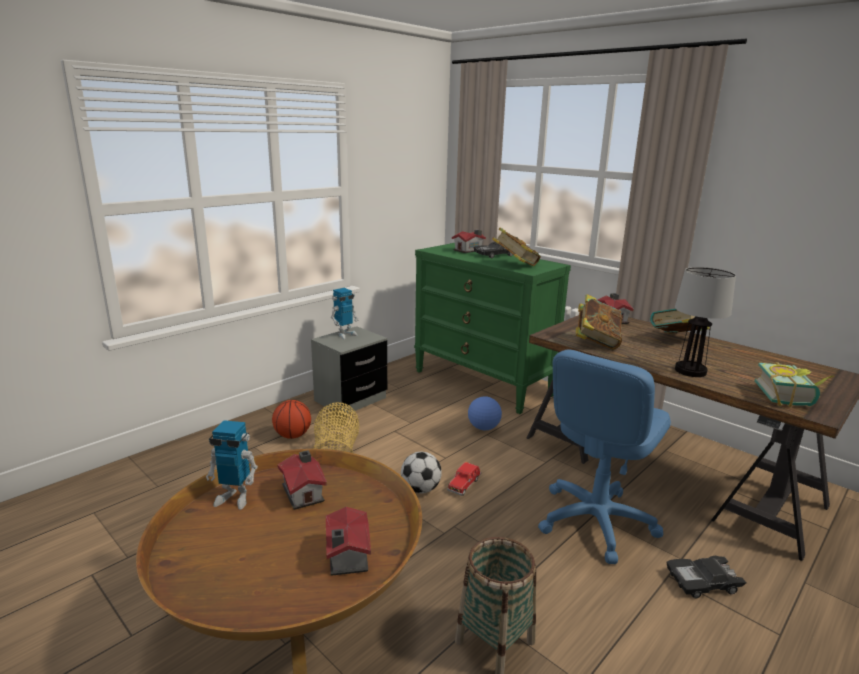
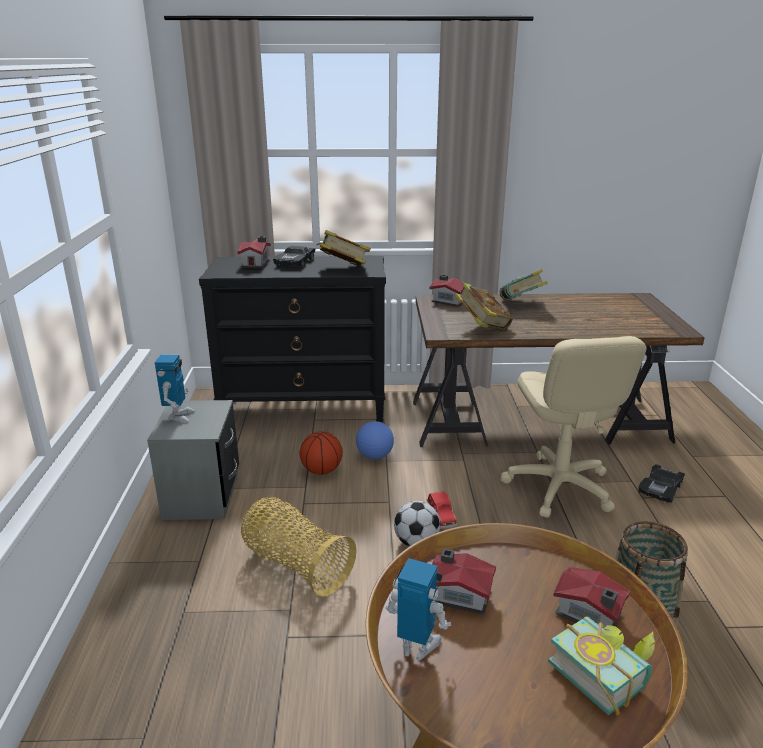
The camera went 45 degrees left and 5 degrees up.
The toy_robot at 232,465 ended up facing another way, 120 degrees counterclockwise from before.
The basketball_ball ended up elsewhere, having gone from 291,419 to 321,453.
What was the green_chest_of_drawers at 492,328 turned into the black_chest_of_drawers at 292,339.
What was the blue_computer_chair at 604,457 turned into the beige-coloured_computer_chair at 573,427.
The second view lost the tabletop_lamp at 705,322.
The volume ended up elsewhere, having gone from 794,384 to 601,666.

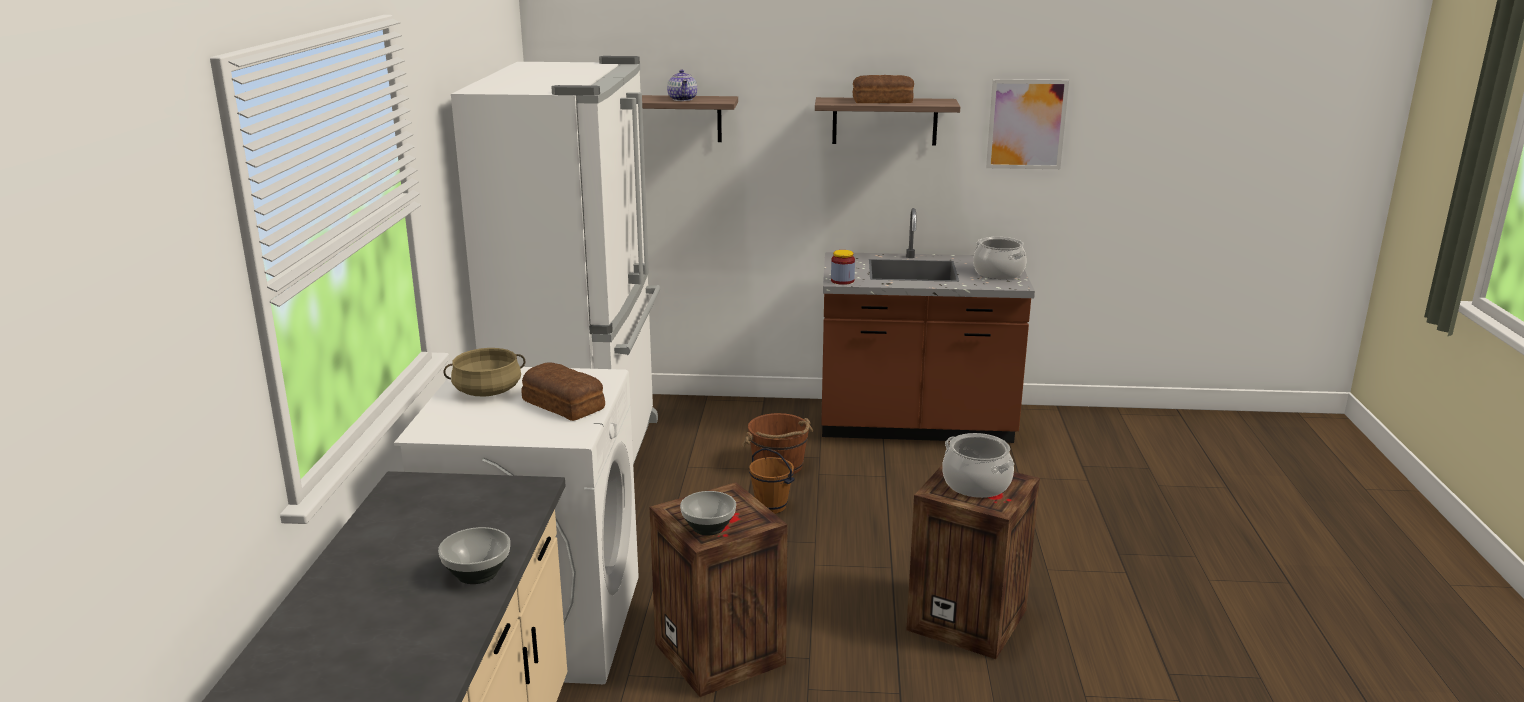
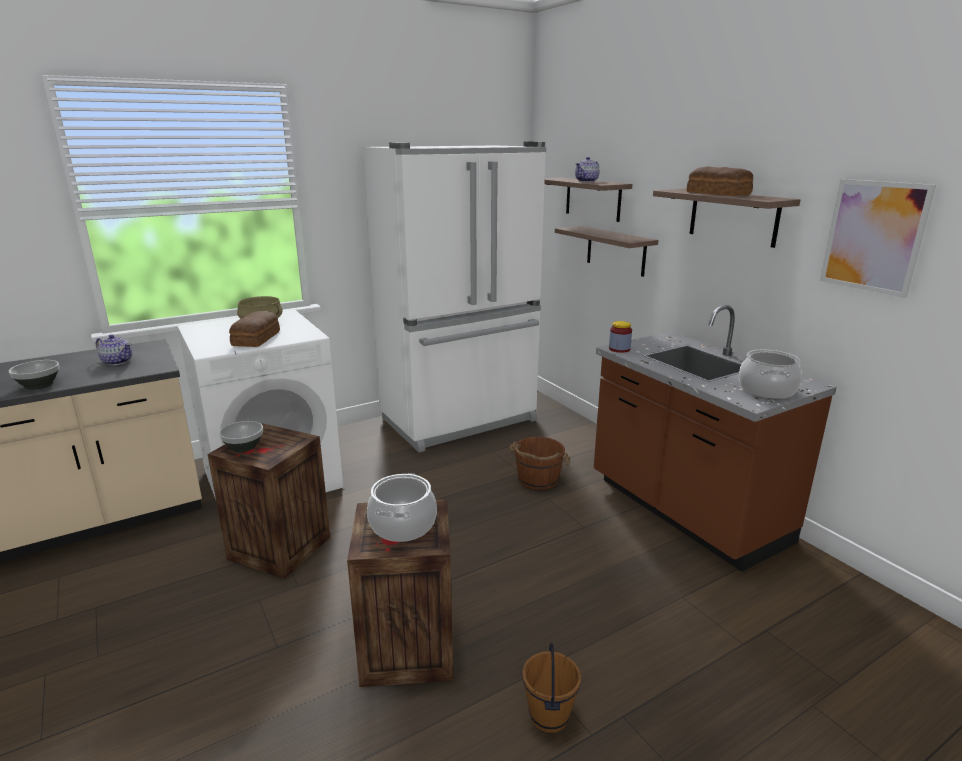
The camera went 55 degrees right and 0 degrees up.
The brown_bucket ended up elsewhere, having gone from 772,481 to 551,688.
The second view gained the tea_pot at 114,349.
The second view gained the wall_shelf at 606,251.

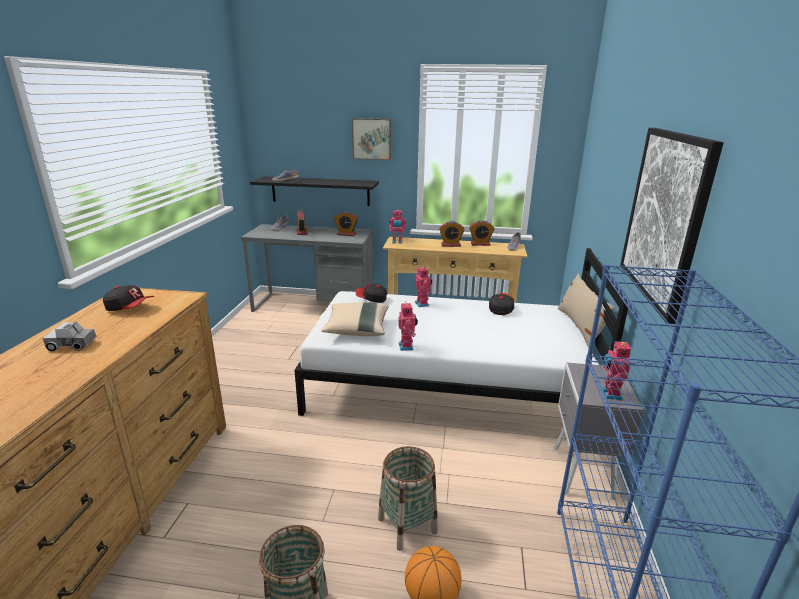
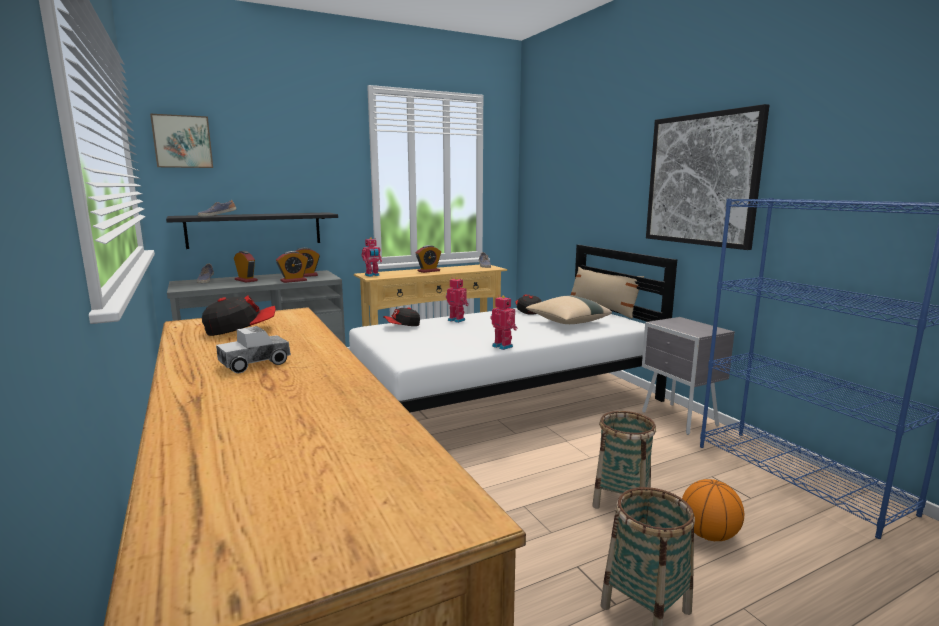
The camera went 35 degrees left and 10 degrees down.
The beige-coloured_throw_pillow ended up elsewhere, having gone from 355,319 to 569,310.
The wall_picture ended up elsewhere, having gone from 371,139 to 181,141.
The alarm_clock ended up elsewhere, having gone from 481,233 to 292,267.
The second view lost the toy_robot at 616,369.

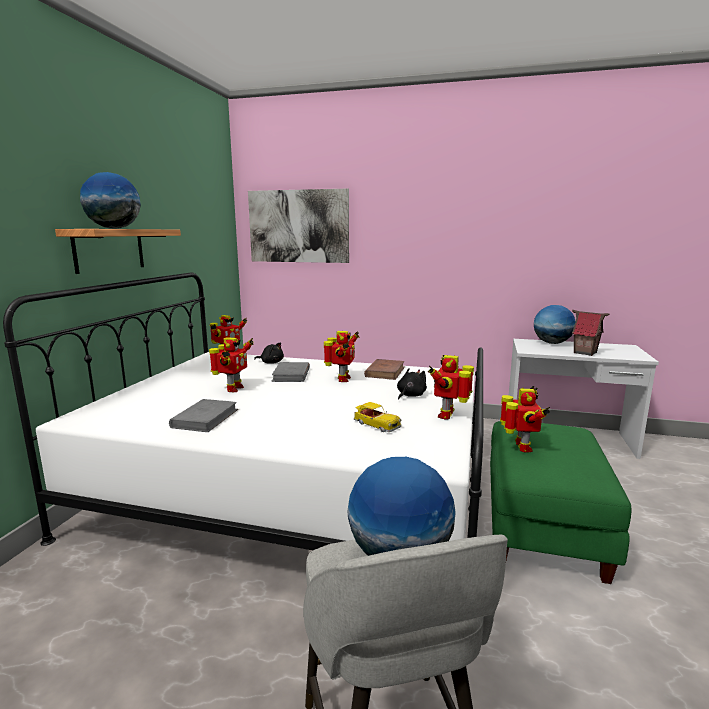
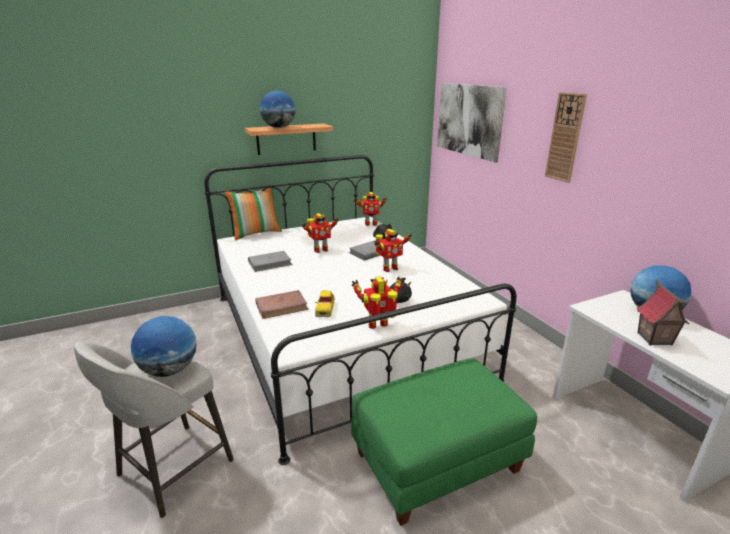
The camera went 50 degrees right and 10 degrees up.
The brown_volume ended up elsewhere, having gone from 384,369 to 282,304.
The second view lost the toy_robot at 525,419.
The second view gained the throw_pillow at 253,214.
The second view gained the wall_clock at 566,137.

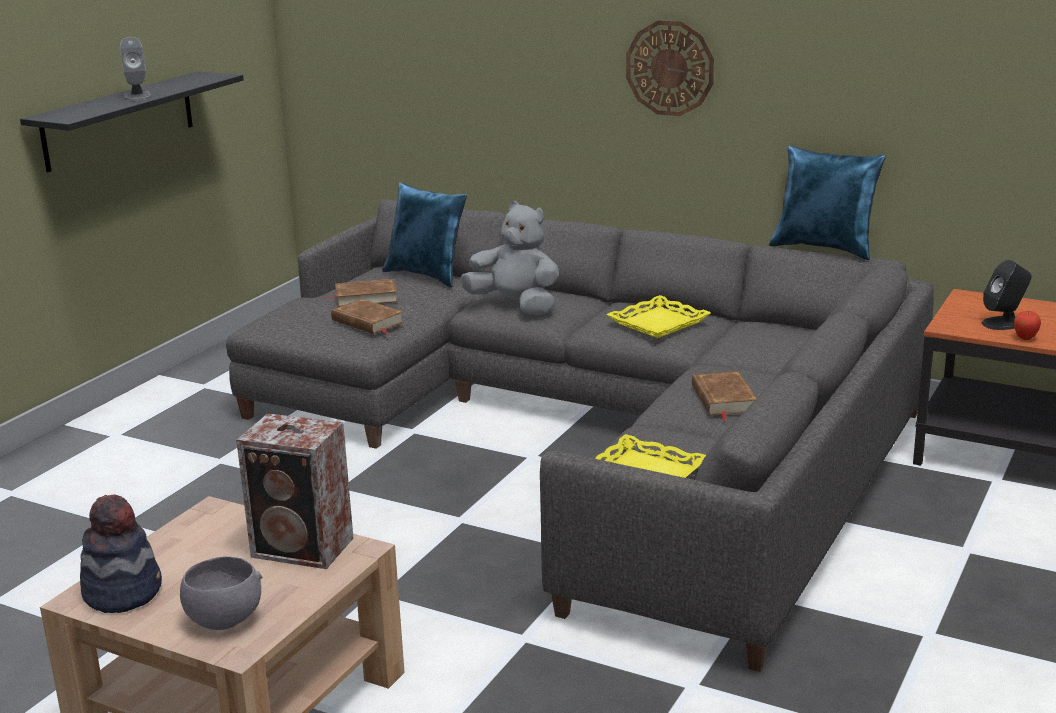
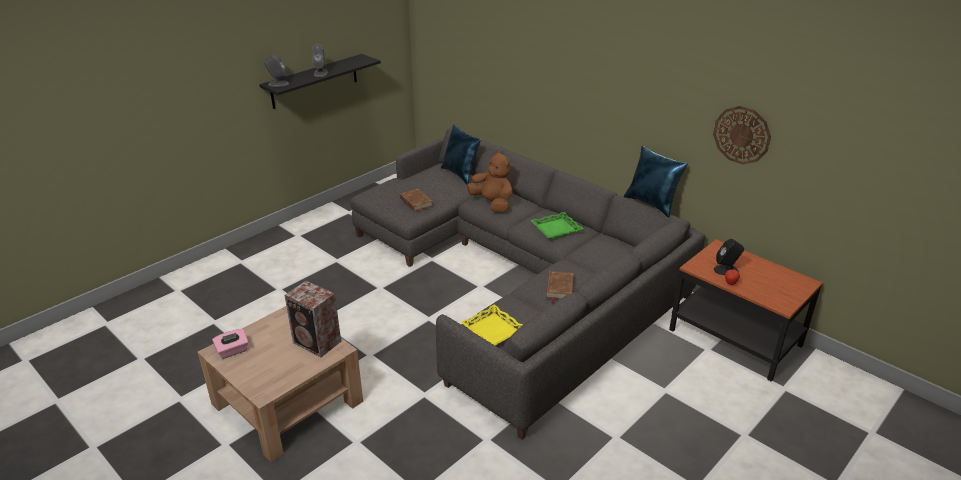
The camera went 15 degrees right and 10 degrees up.
Where the hat stood at 121,554, the pink_tissue_box came to stand at 230,344.
The second view lost the greyish_deep_dish at 221,593.
The second view lost the brown_volume at 362,293.
What was the greyish_soft_toy at 509,258 turned into the brown_soft_toy at 490,182.
What was the yellow_tray at 658,316 turned into the green_tray at 557,226.
The wall_clock ended up elsewhere, having gone from 670,68 to 742,135.
The second view gained the greyish_speaker at 276,70.

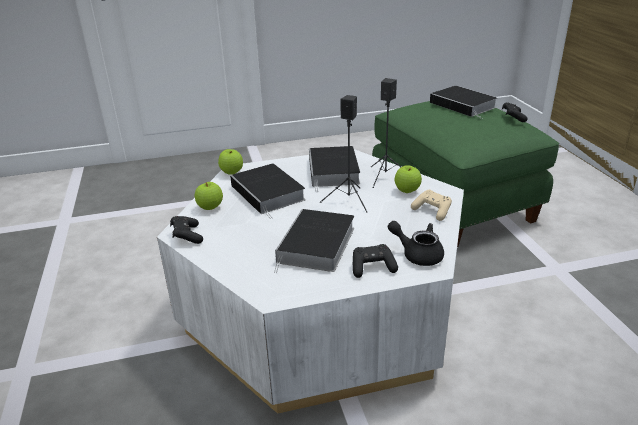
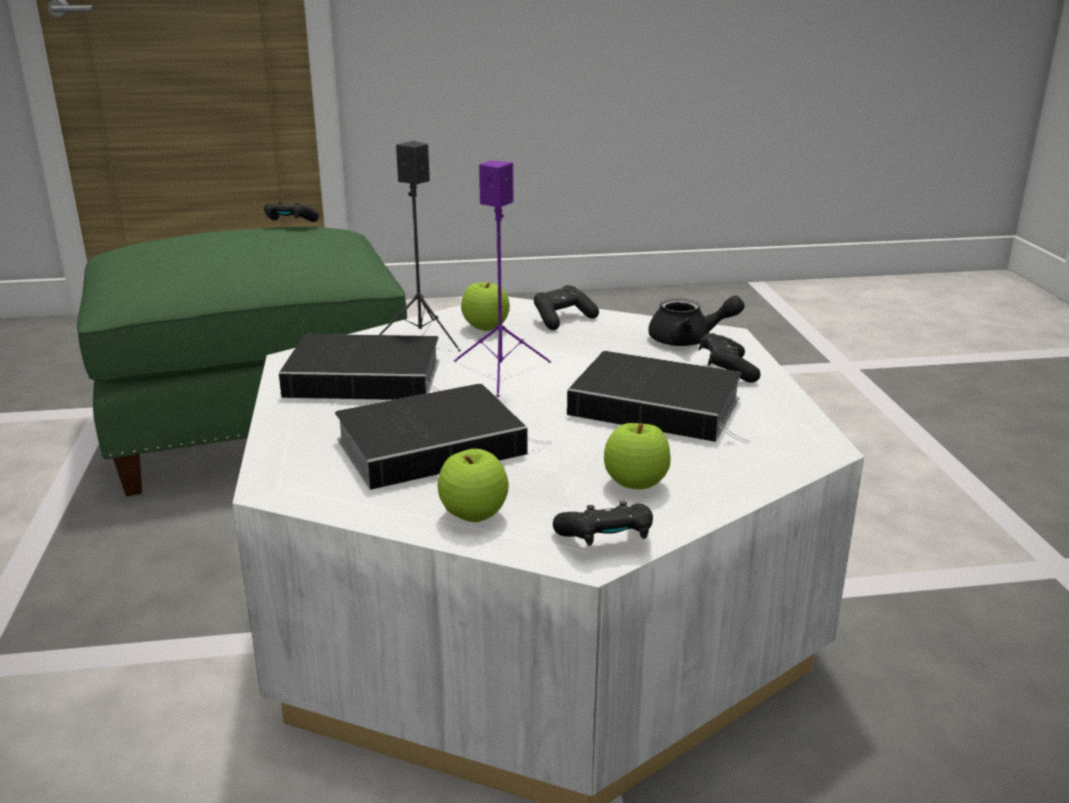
The camera went 85 degrees left and 5 degrees down.
The apple ended up elsewhere, having gone from 230,162 to 637,456.
What was the black_speaker at 344,153 turned into the purplish_speaker at 502,278.
The black_tea_pot at 416,243 ended up facing another way, 120 degrees counterclockwise from before.
What was the beige-coloured_game_controller at 431,205 turned into the black_game_controller at 566,307.
The second view lost the volume at 463,102.

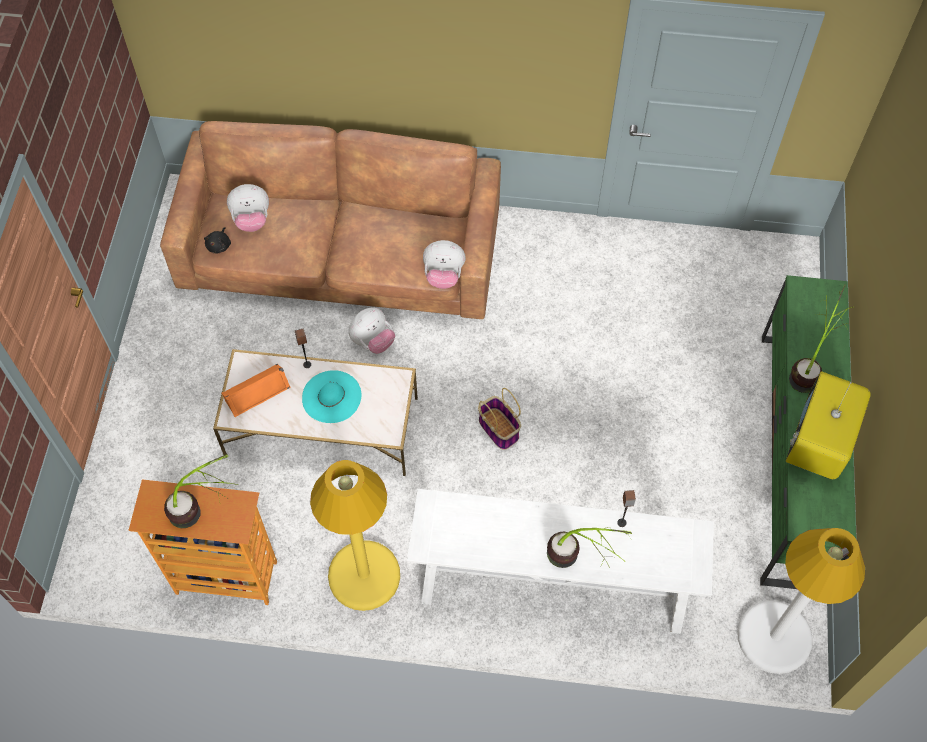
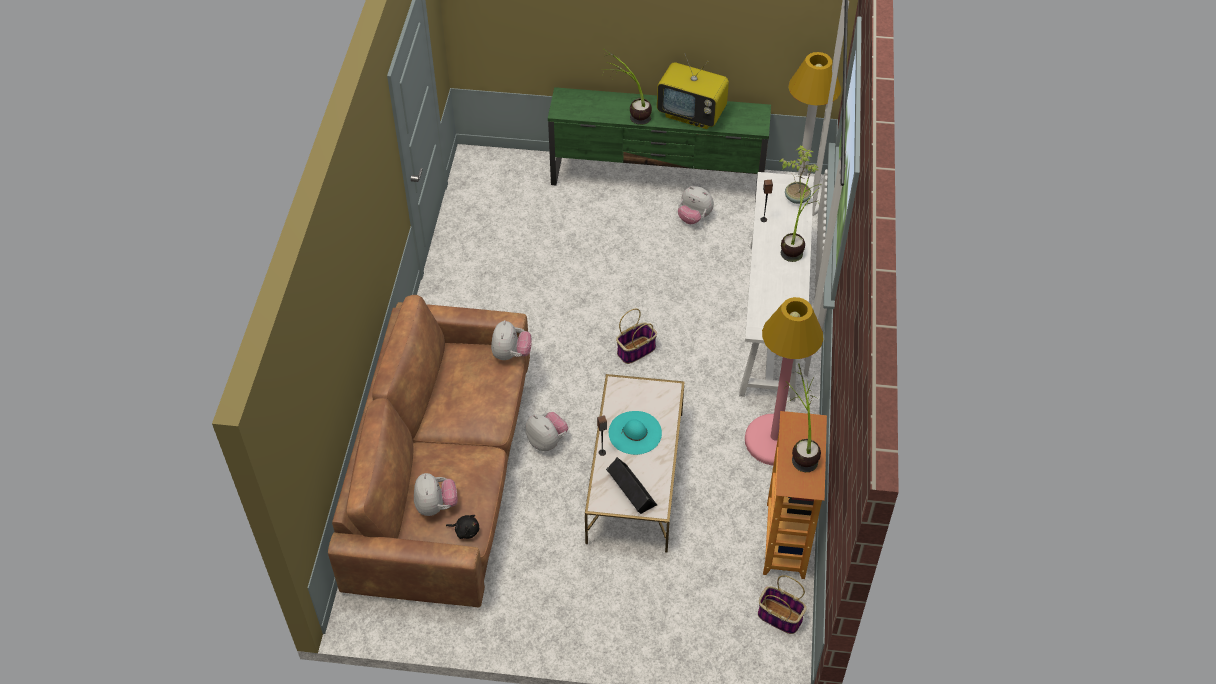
The camera went 90 degrees left and 10 degrees down.
What was the orange_speaker at 256,390 turned into the black_speaker at 631,485.
What was the yellow_standing_lamp at 355,535 turned into the pink_standing_lamp at 784,381.
The second view gained the soft_toy at 696,205.
The second view gained the household_basket at 782,604.
The second view gained the houseplant at 798,174.

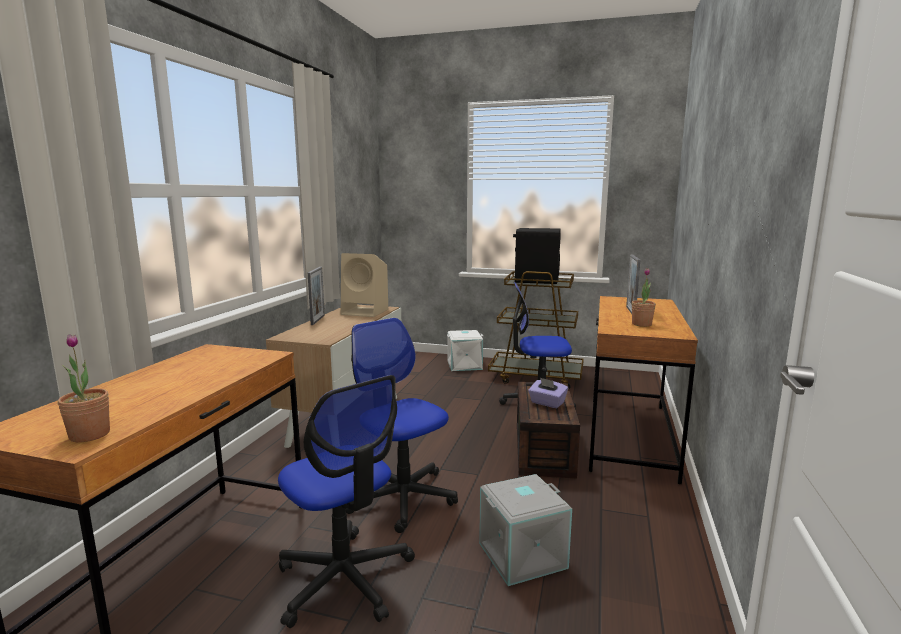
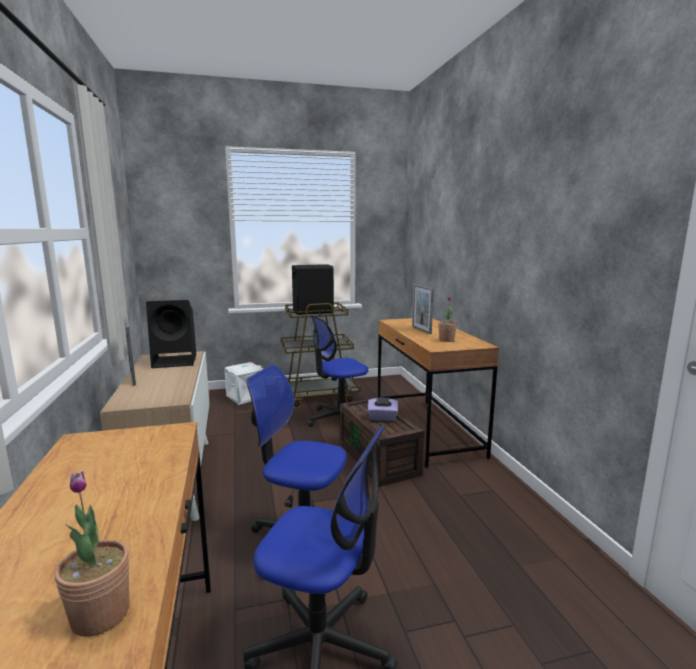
The camera went 30 degrees left and 0 degrees up.
What was the beige-coloured_speaker at 364,285 turned into the black_speaker at 171,334.
The second view lost the greyish_storage_bin at 525,530.

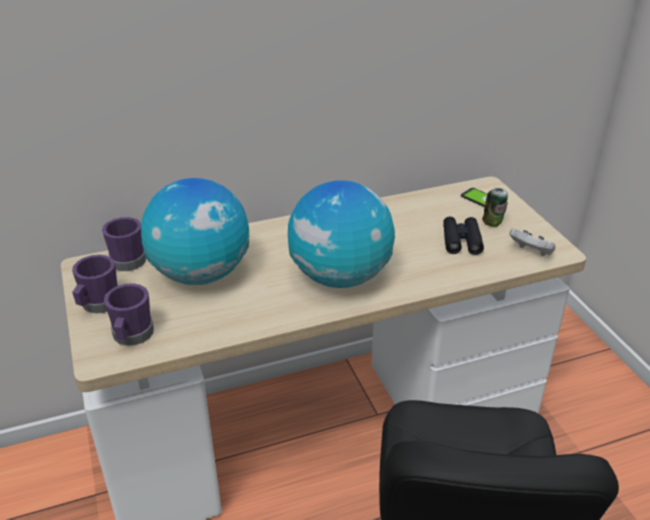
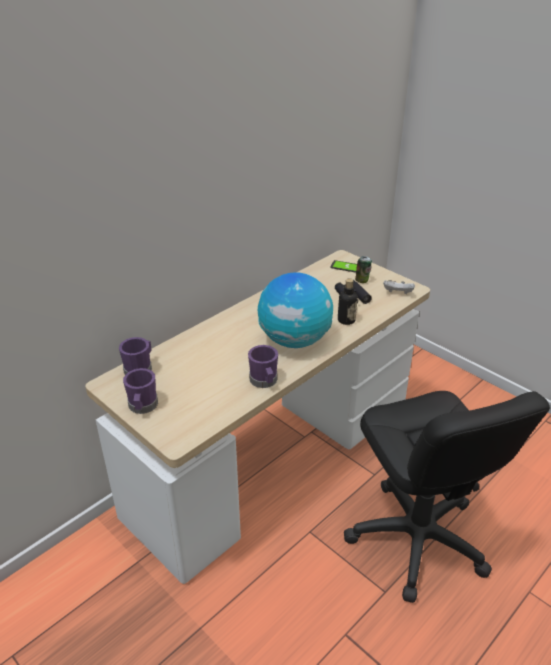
The camera went 25 degrees left and 0 degrees up.
The purplish_mug ended up elsewhere, having gone from 129,314 to 263,366.
The second view lost the globe at 195,231.
The second view gained the drink_bottle at 348,301.

